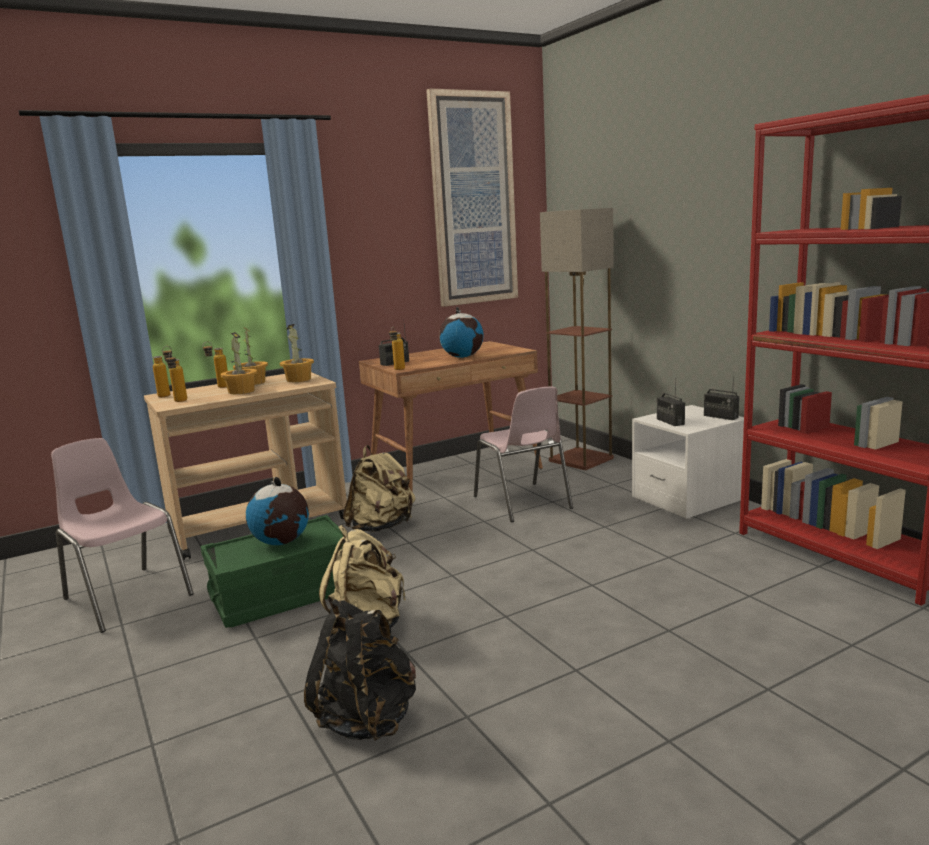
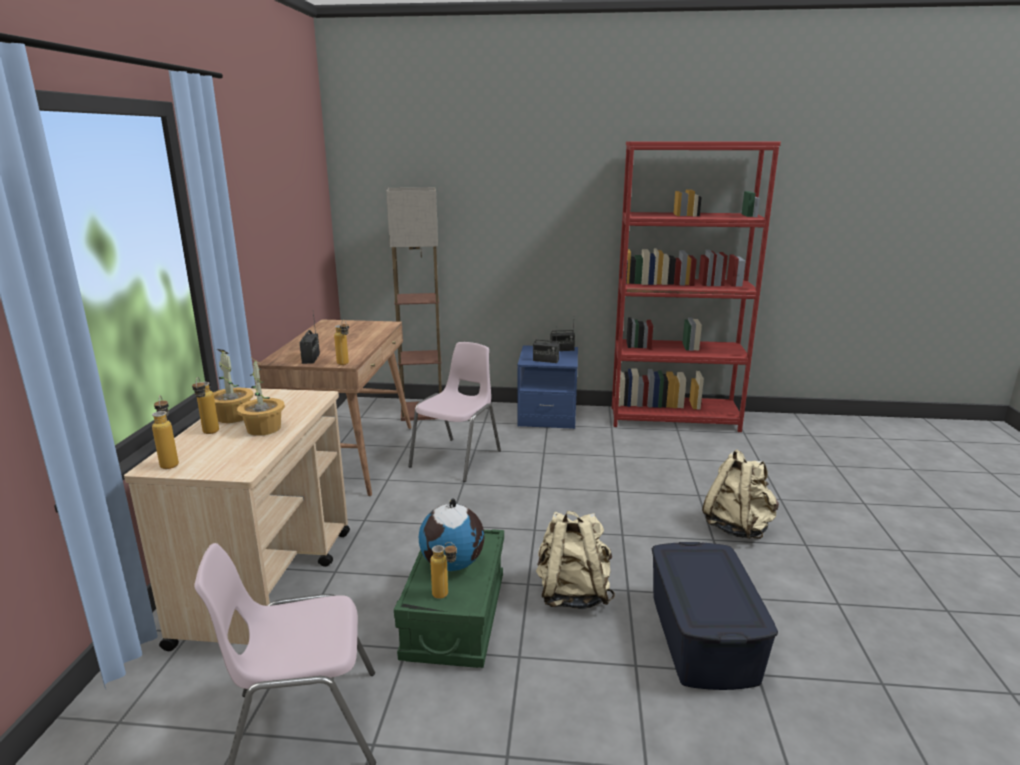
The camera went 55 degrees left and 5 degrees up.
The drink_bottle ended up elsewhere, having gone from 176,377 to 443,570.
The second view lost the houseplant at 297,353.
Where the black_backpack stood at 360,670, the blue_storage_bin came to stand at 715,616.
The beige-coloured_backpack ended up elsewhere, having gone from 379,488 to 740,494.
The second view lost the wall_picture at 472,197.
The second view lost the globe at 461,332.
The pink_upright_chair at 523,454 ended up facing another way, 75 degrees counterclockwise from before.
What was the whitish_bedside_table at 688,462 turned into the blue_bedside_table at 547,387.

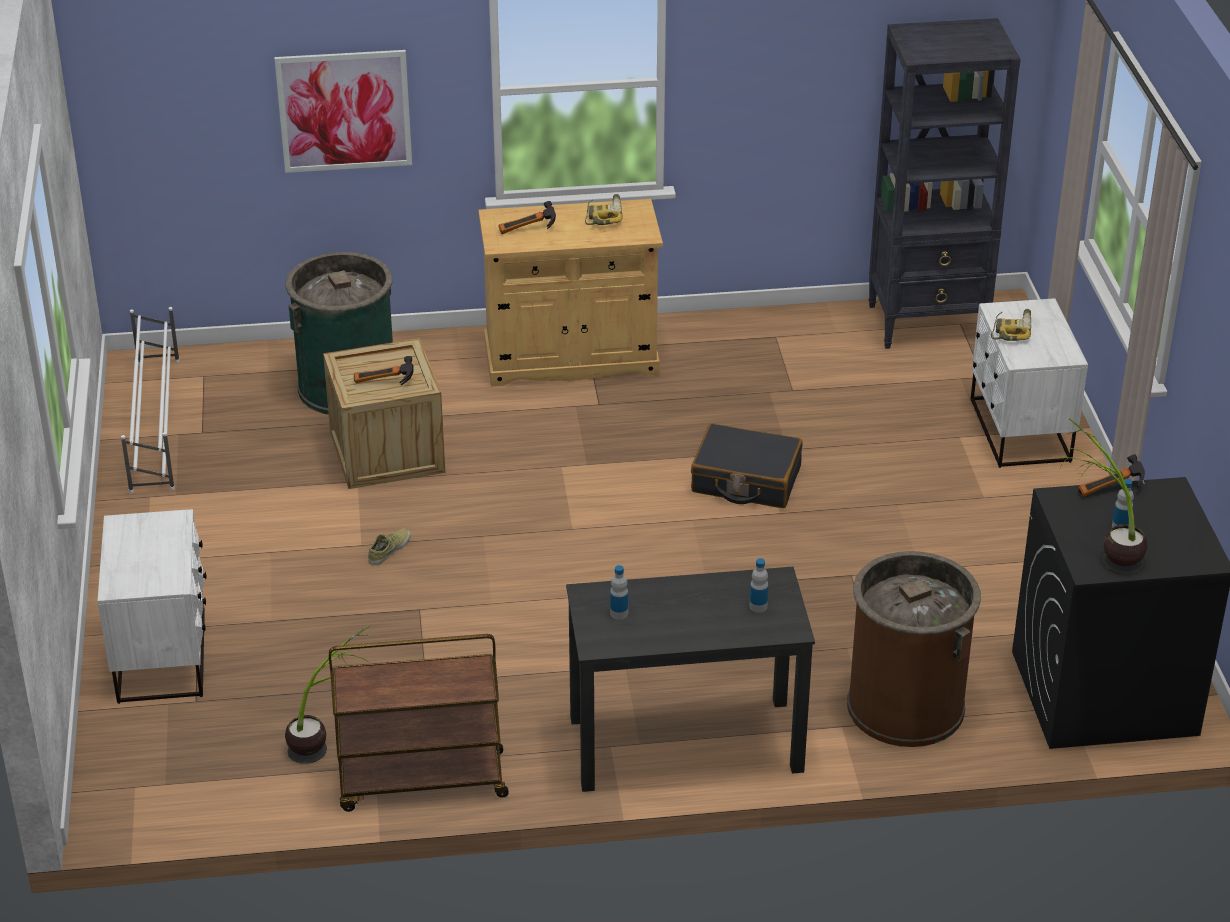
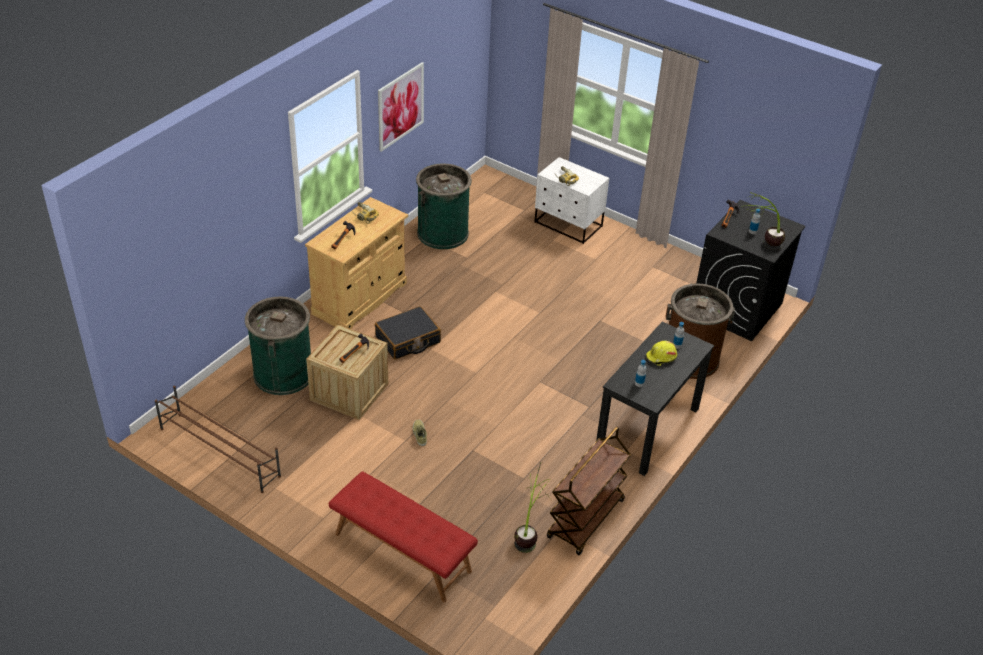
The camera went 50 degrees left and 5 degrees up.
Where the whitish_bedside_table stood at 152,606, the red_long_seat came to stand at 403,536.
What was the whitish_shoe_shelf at 150,400 turned into the brown_shoe_shelf at 218,439.
The wall_picture ended up elsewhere, having gone from 343,111 to 401,107.
The black_suitcase ended up elsewhere, having gone from 747,465 to 408,332.
The second view lost the black_bookshelf at 944,183.
The second view gained the green_trash_can at 444,206.
The second view gained the yellow_hard_hat at 661,353.

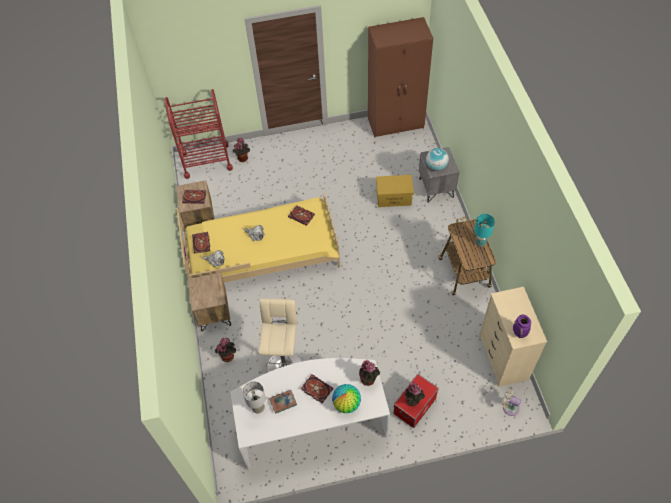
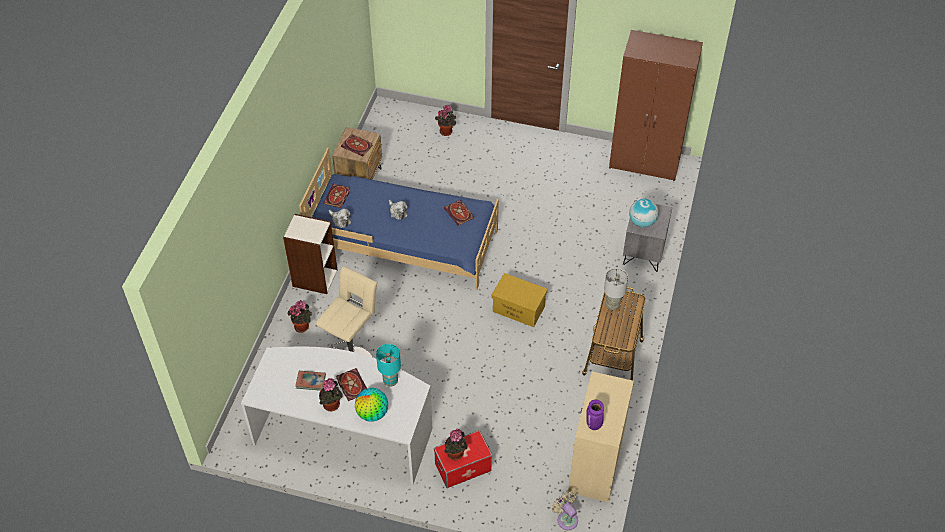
The camera went 25 degrees right and 5 degrees down.
The second view lost the red_cart at 199,134.
What was the yellow_sleeping_bed at 258,238 turned into the blue_sleeping_bed at 399,218.
Where the brown_bedside_table stood at 209,302, the bookshelf came to stand at 310,254.
The greyish_tabletop_lamp ended up elsewhere, having gone from 254,397 to 616,289.
The houseplant ended up elsewhere, having gone from 369,373 to 331,394.
The yellow_storage_bin ended up elsewhere, having gone from 395,191 to 519,300.
The blue-green_tabletop_lamp ended up elsewhere, having gone from 484,230 to 388,365.

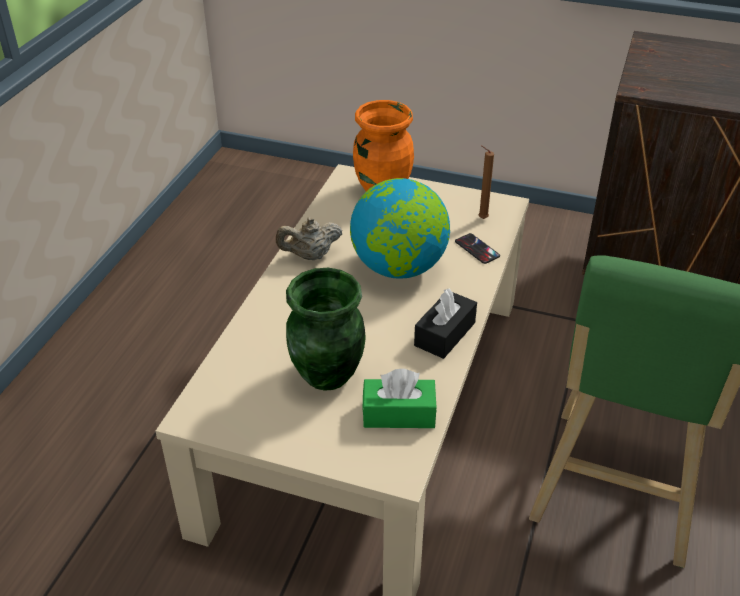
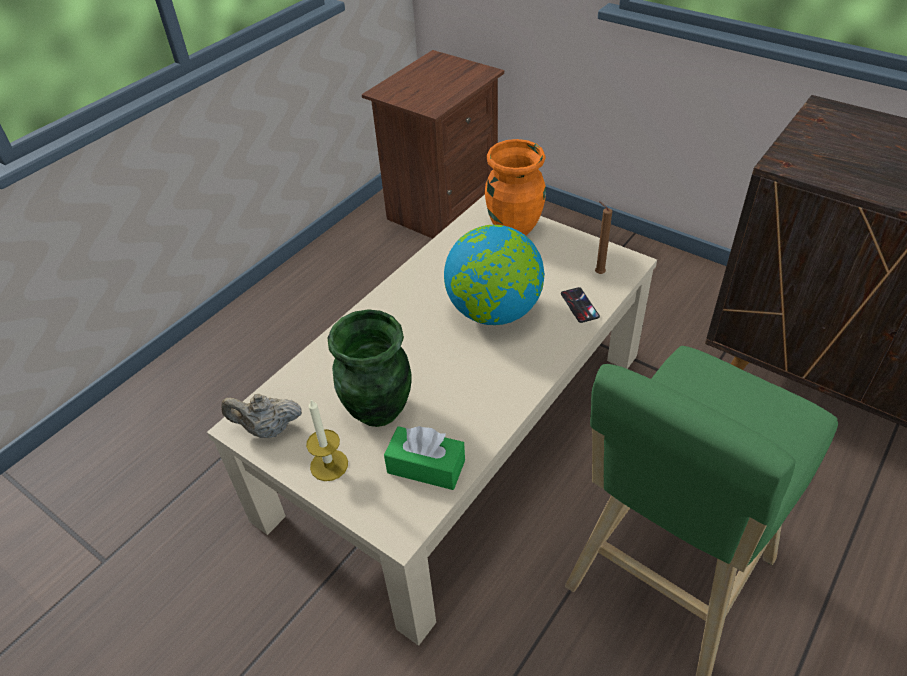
The camera went 20 degrees right and 5 degrees up.
The beige-coloured_tea_pot ended up elsewhere, having gone from 309,238 to 261,416.
The second view lost the black_tissue_box at 445,324.
The second view gained the wax_light at 327,440.
The second view gained the brown_bedside_table at 433,144.

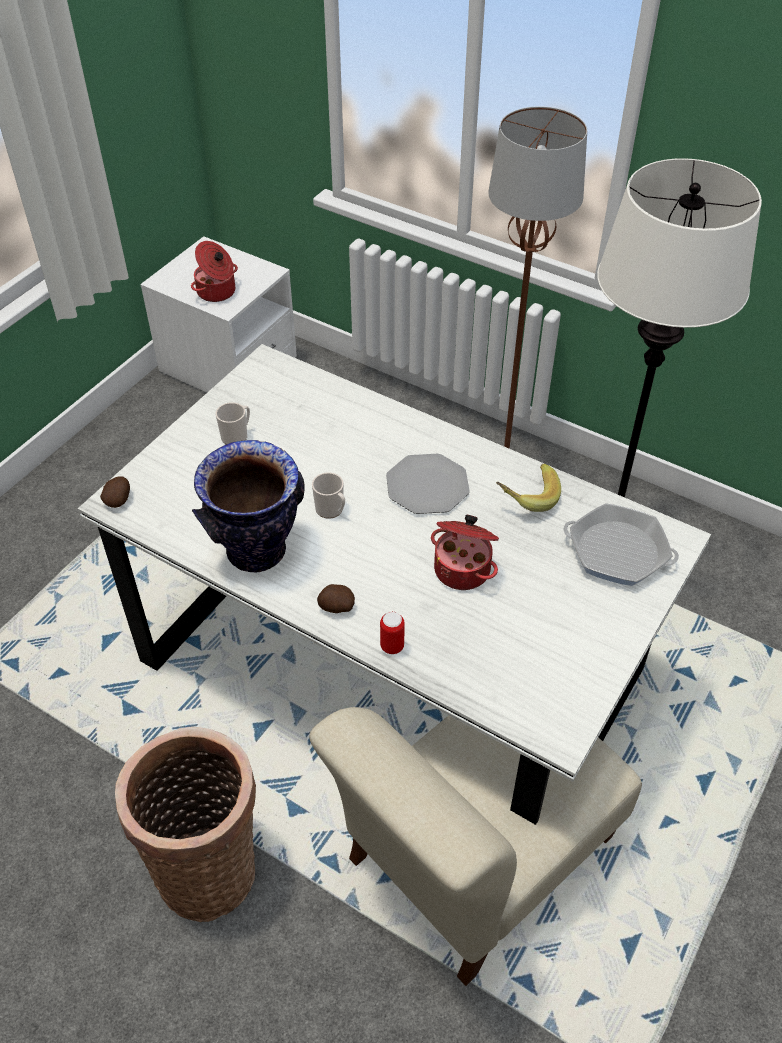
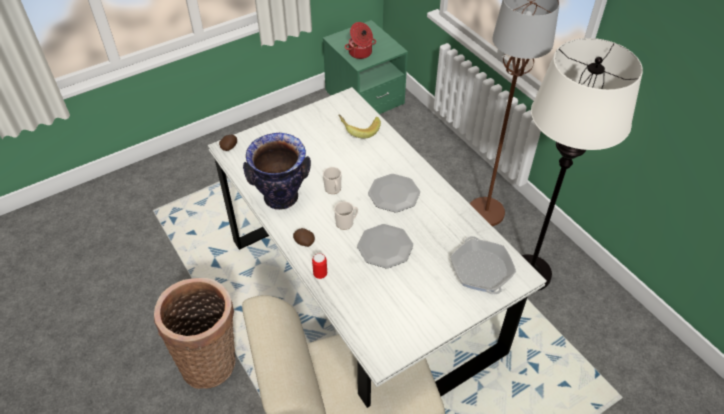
The camera went 25 degrees right and 0 degrees up.
What was the whitish_bedside_table at 218,314 turned into the green_bedside_table at 365,67.
The mug ended up elsewhere, having gone from 233,423 to 346,215.
Where the saucepot stood at 465,552, the dinner_plate came to stand at 385,246.
The banana ended up elsewhere, having gone from 528,488 to 360,127.
The frying_pan at 621,544 ended up facing another way, 150 degrees counterclockwise from before.

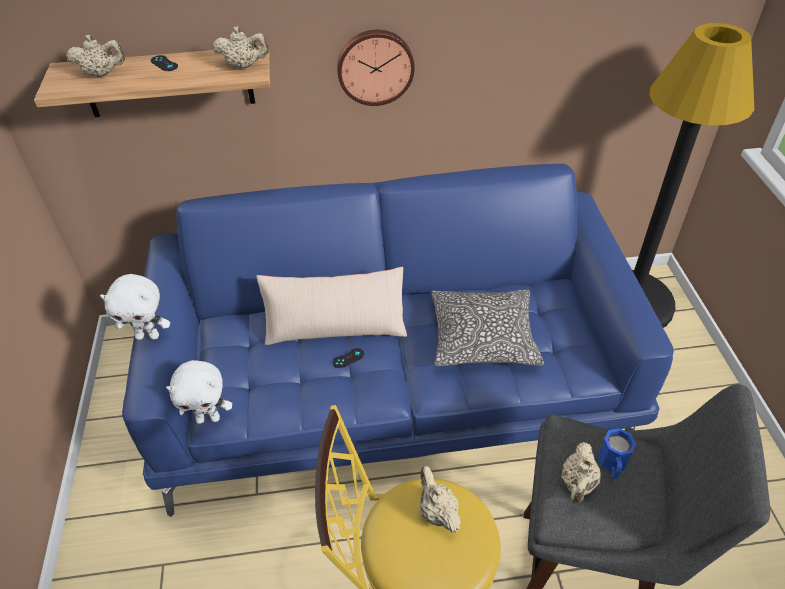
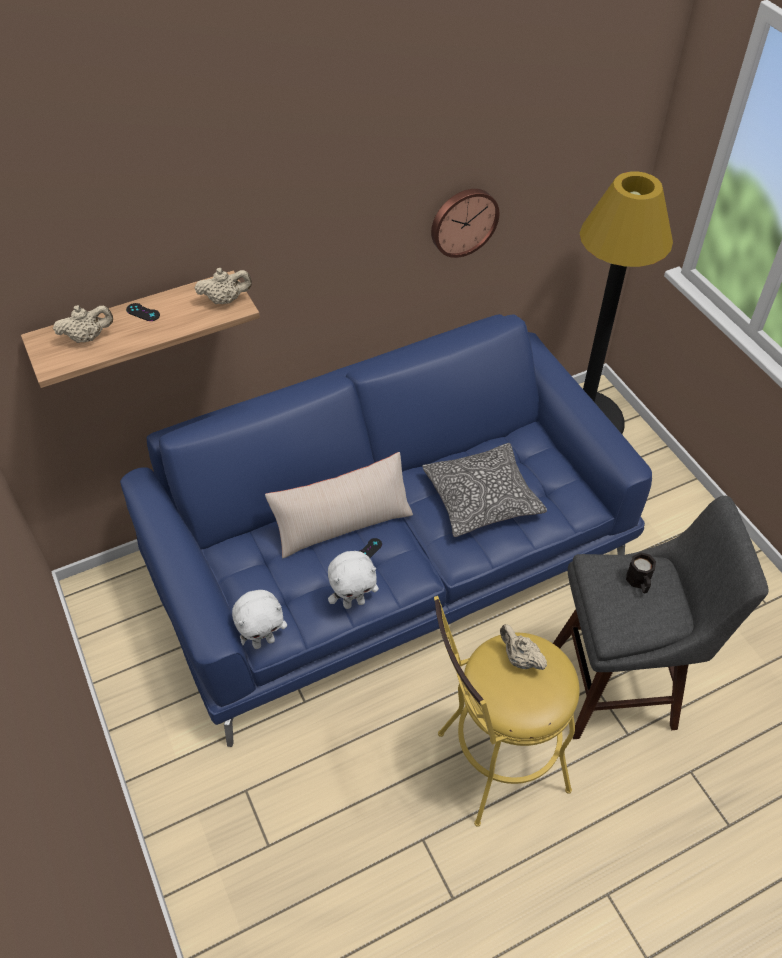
The camera went 20 degrees left and 5 degrees up.
The whitish_soft_toy ended up elsewhere, having gone from 135,307 to 353,580.
The wall_clock ended up elsewhere, having gone from 376,68 to 465,223.
The second view lost the beige-coloured_tea_pot at 581,473.
What was the blue_mug at 616,453 turned into the black_mug at 641,572.

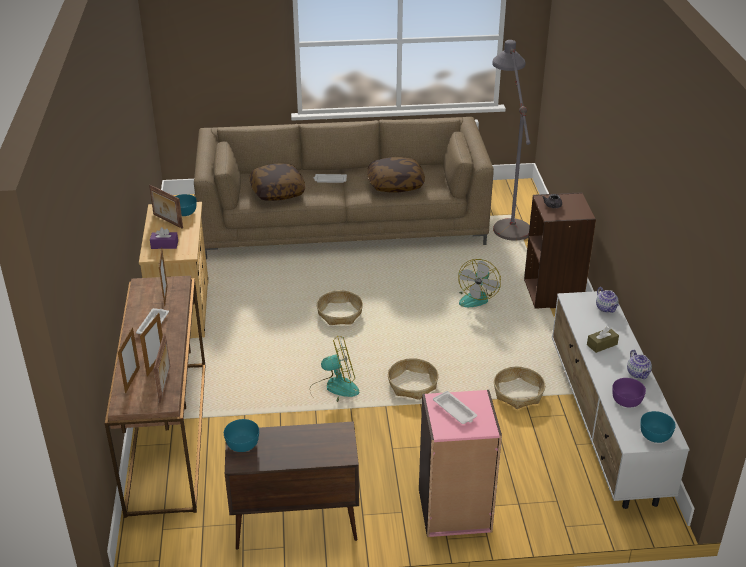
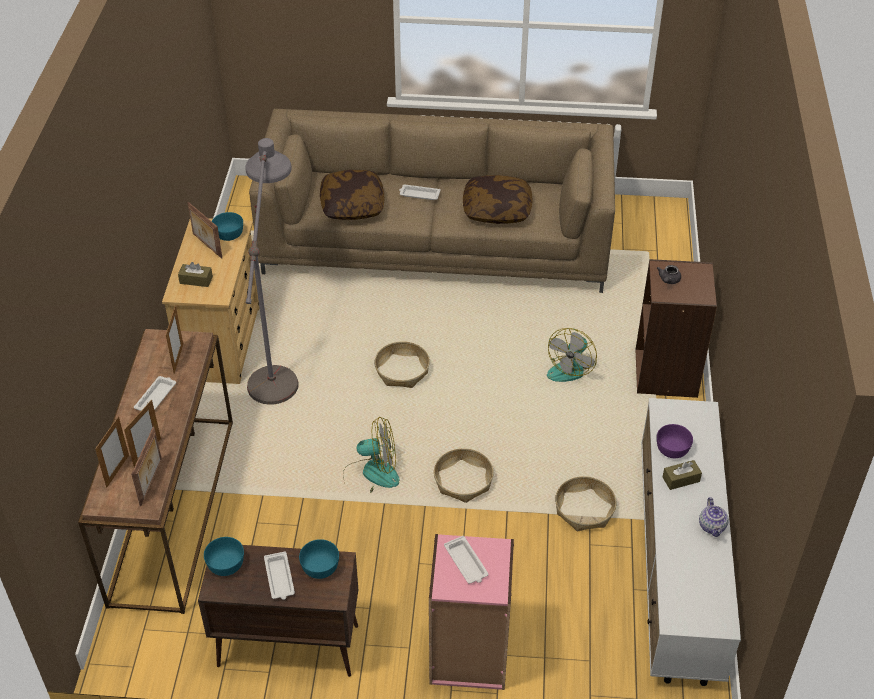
The camera went 10 degrees right and 10 degrees up.
What was the purplish_tissue_box at 164,238 turned into the brown_tissue_box at 195,274.
The greyish_standing_lamp ended up elsewhere, having gone from 511,140 to 272,271.
The second view lost the tea_pot at 607,300.
The purplish_deep_dish ended up elsewhere, having gone from 629,392 to 675,441.
The blue-green_deep_dish ended up elsewhere, having gone from 658,427 to 319,559.
The second view gained the whitish_tray at 279,575.

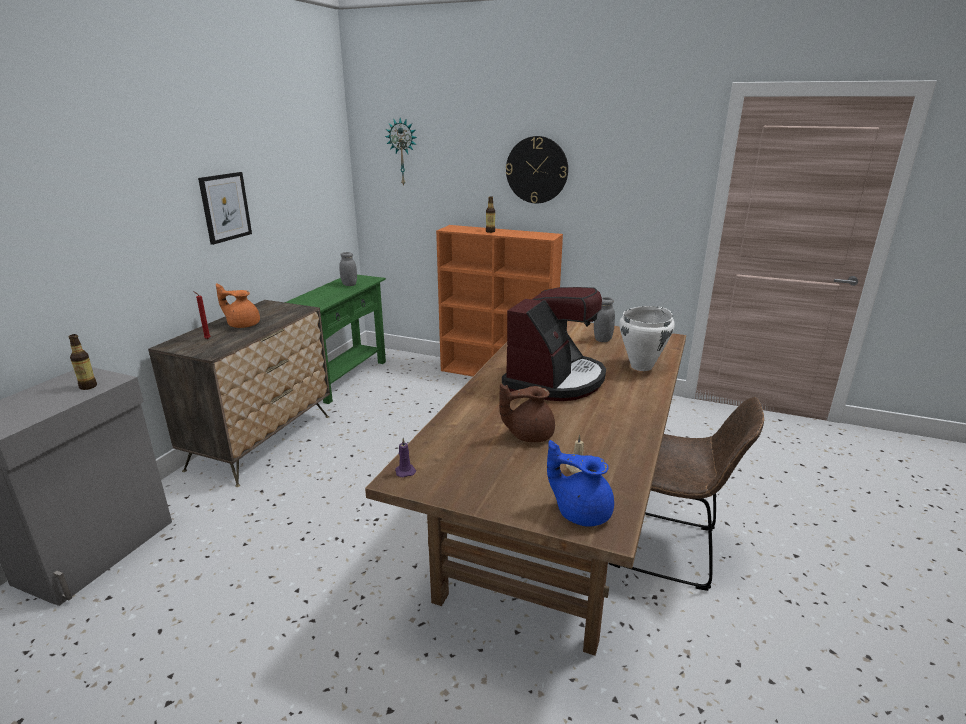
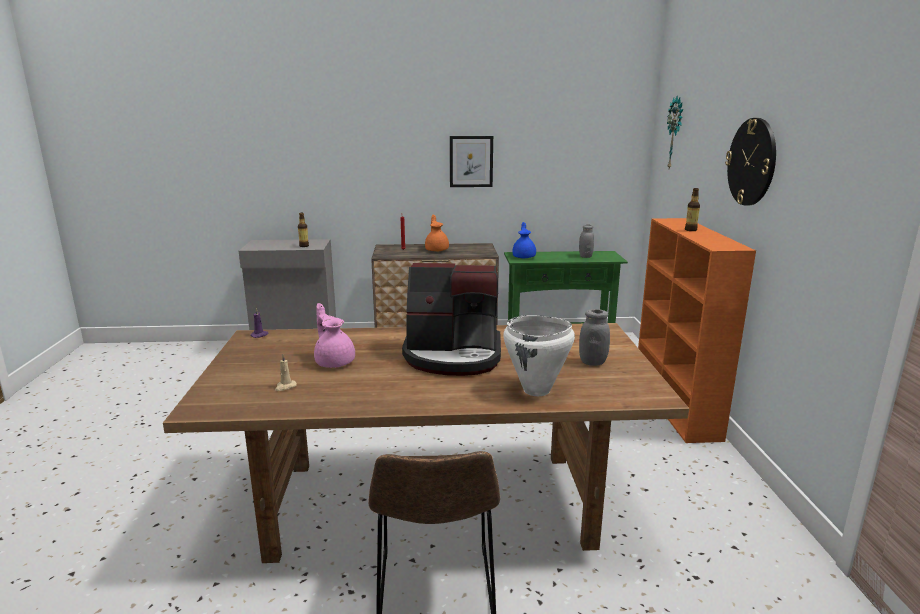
The camera went 65 degrees right and 5 degrees down.
What was the brown_tea_pot at 527,413 turned into the pink_tea_pot at 334,335.
The blue_tea_pot ended up elsewhere, having gone from 580,483 to 524,240.

